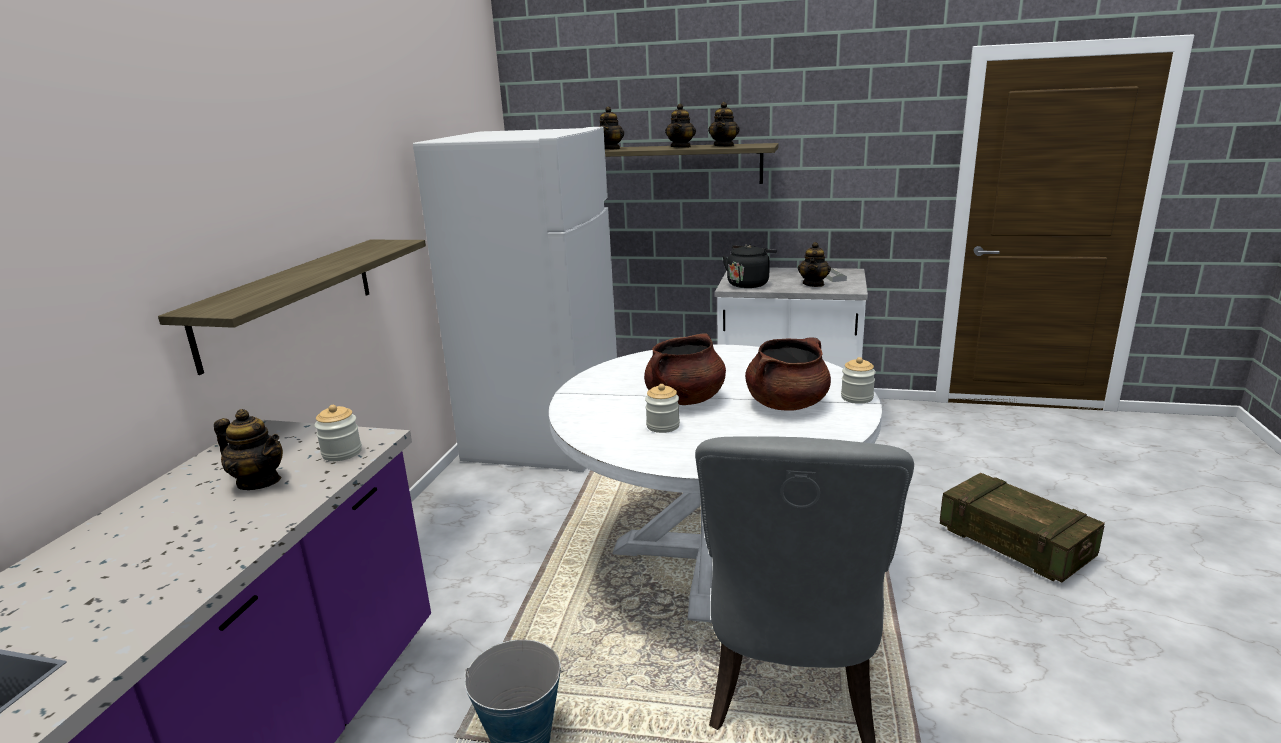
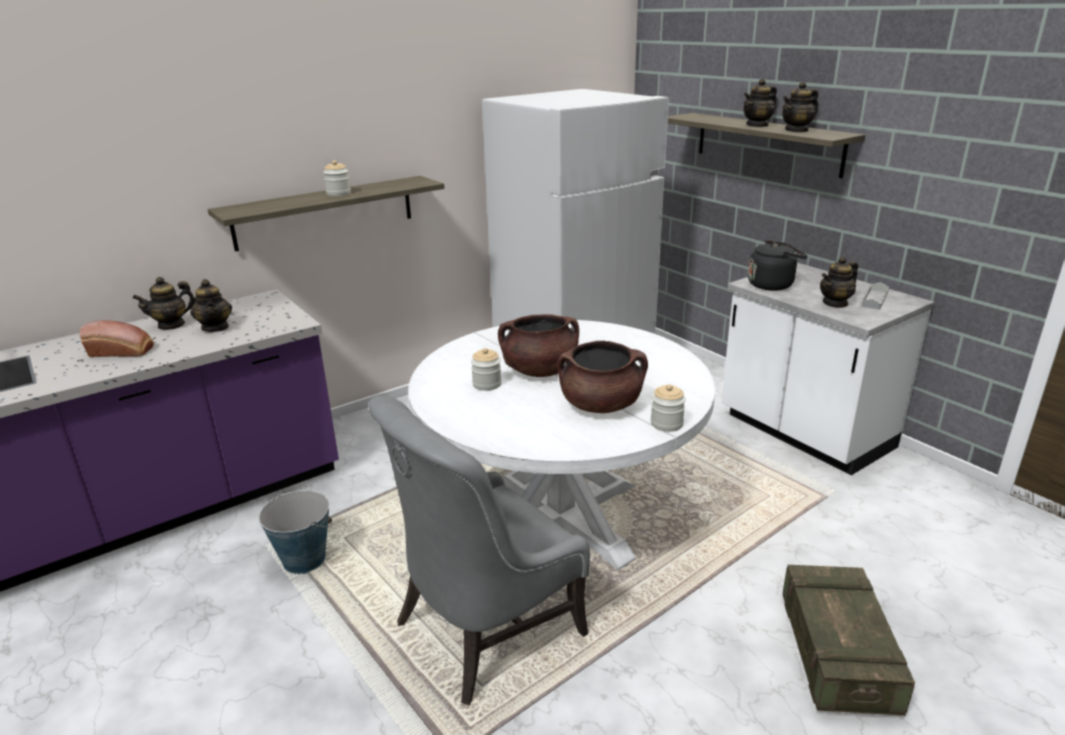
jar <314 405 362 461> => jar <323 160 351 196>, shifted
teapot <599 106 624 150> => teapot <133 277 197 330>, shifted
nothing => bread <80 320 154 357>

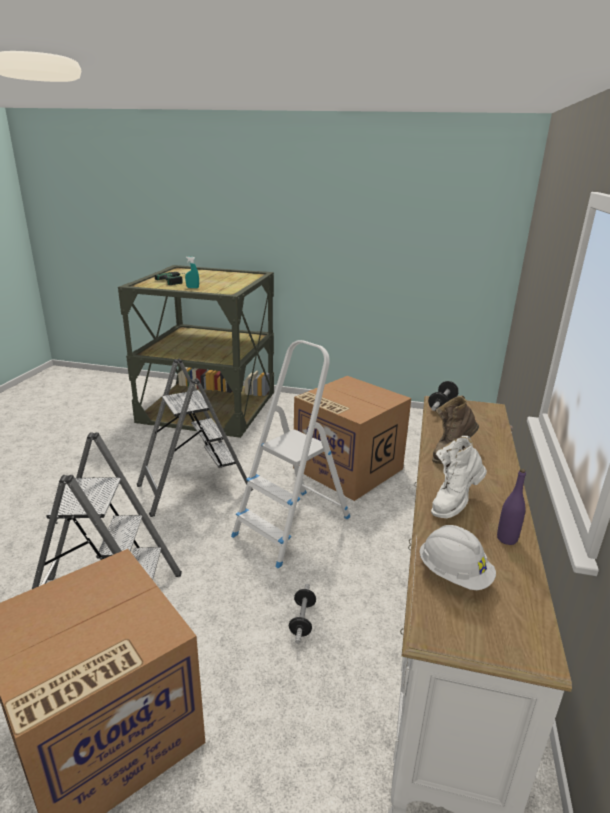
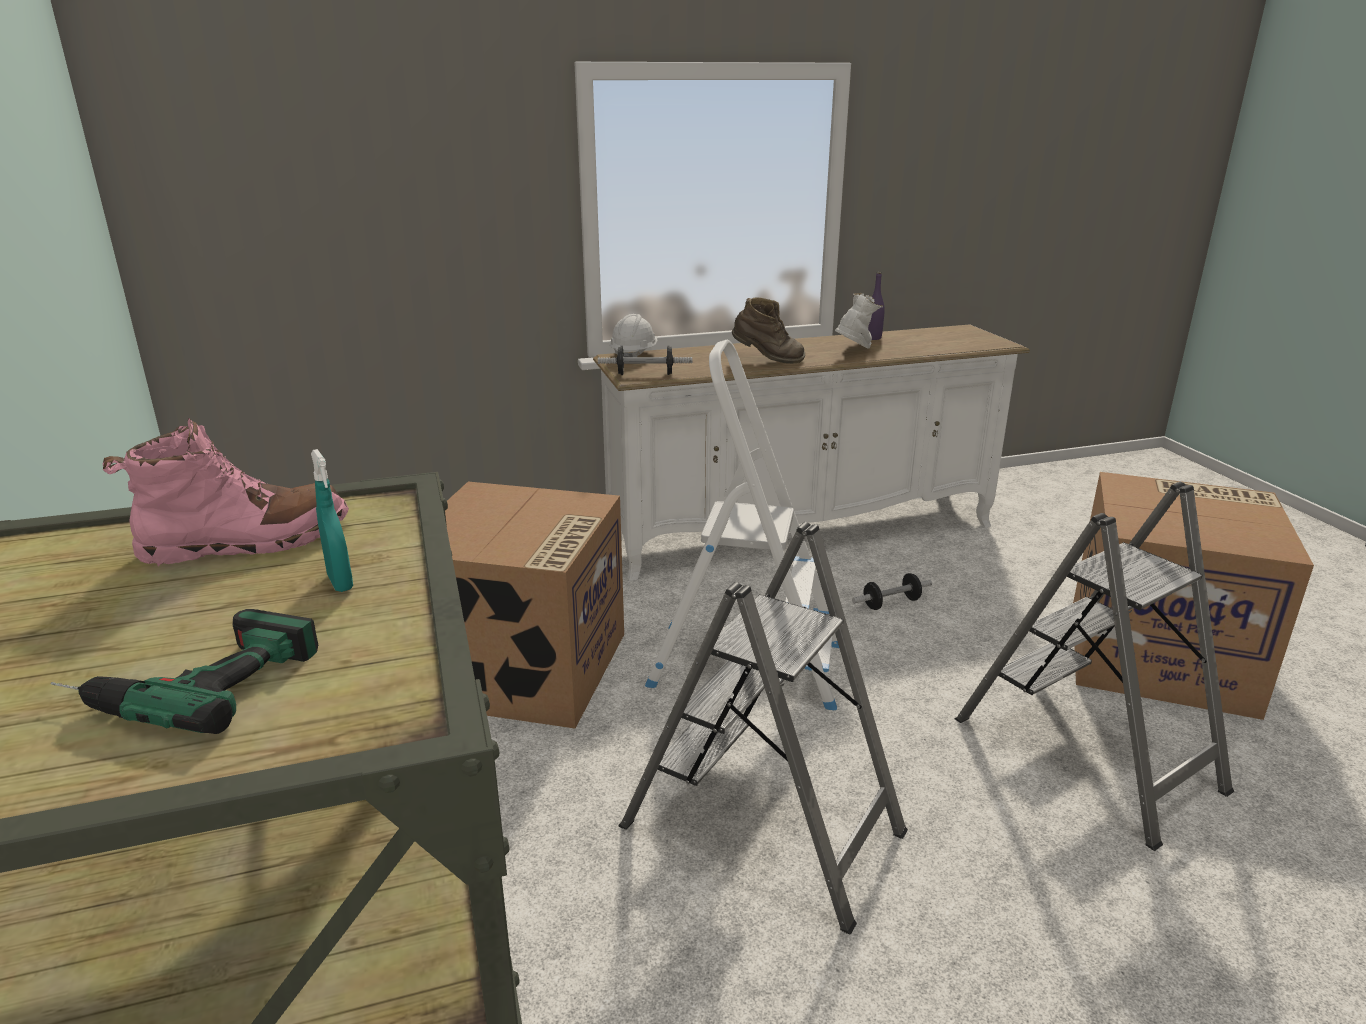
white hard hat <420 525 496 590> => white hard hat <610 314 657 357>, shifted
white boot <431 436 487 518> => white boot <835 293 883 349>, 75 degrees counterclockwise
nothing => pink boot <103 418 349 566>

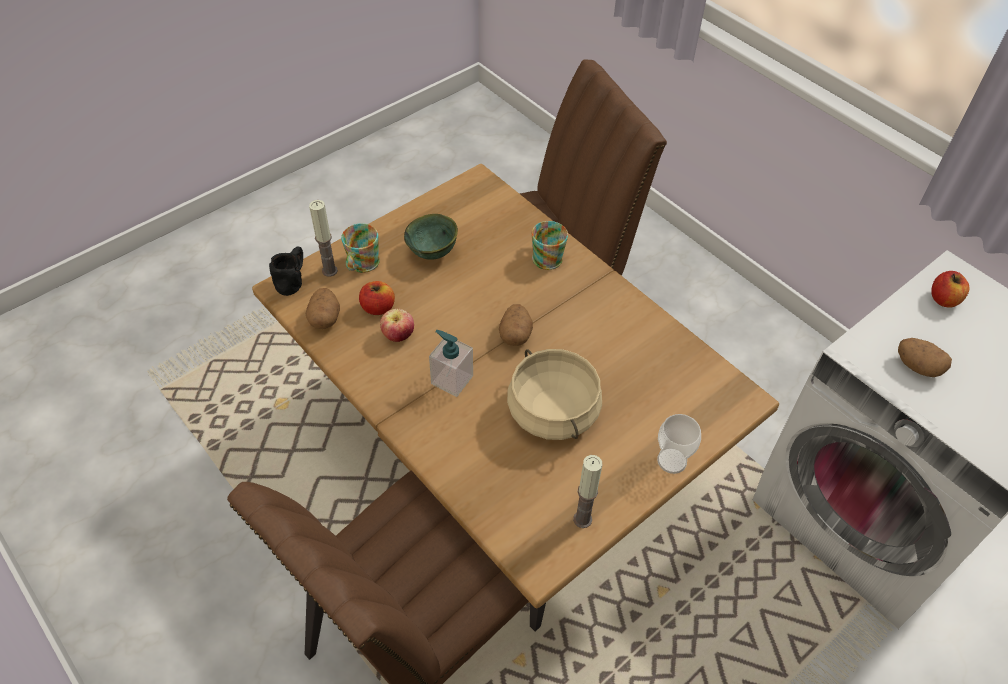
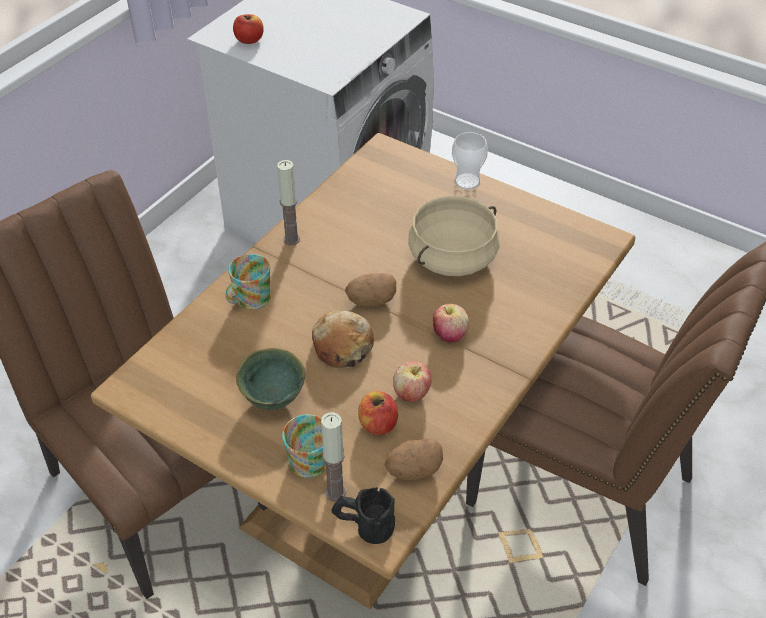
soap dispenser <429 330 473 397> => apple <433 304 469 342>
candle <573 455 603 528> => candle <277 160 300 245>, shifted
potato <898 338 952 377> => nothing
nothing => bread <312 311 374 368>

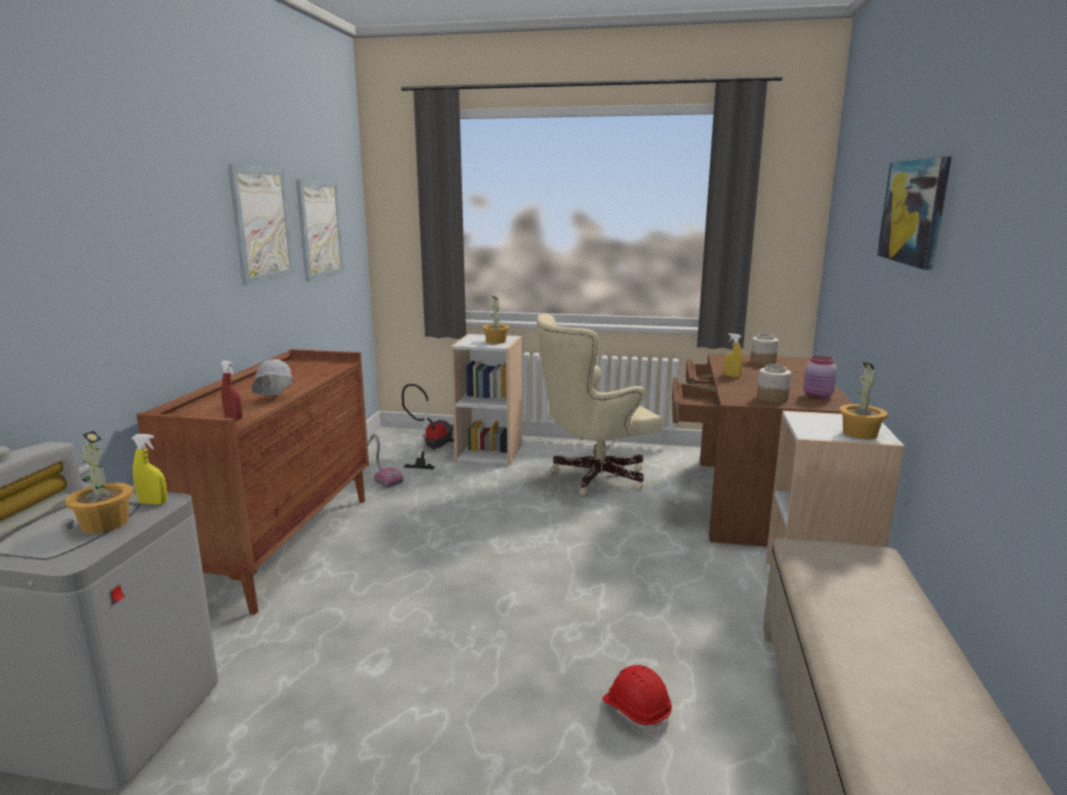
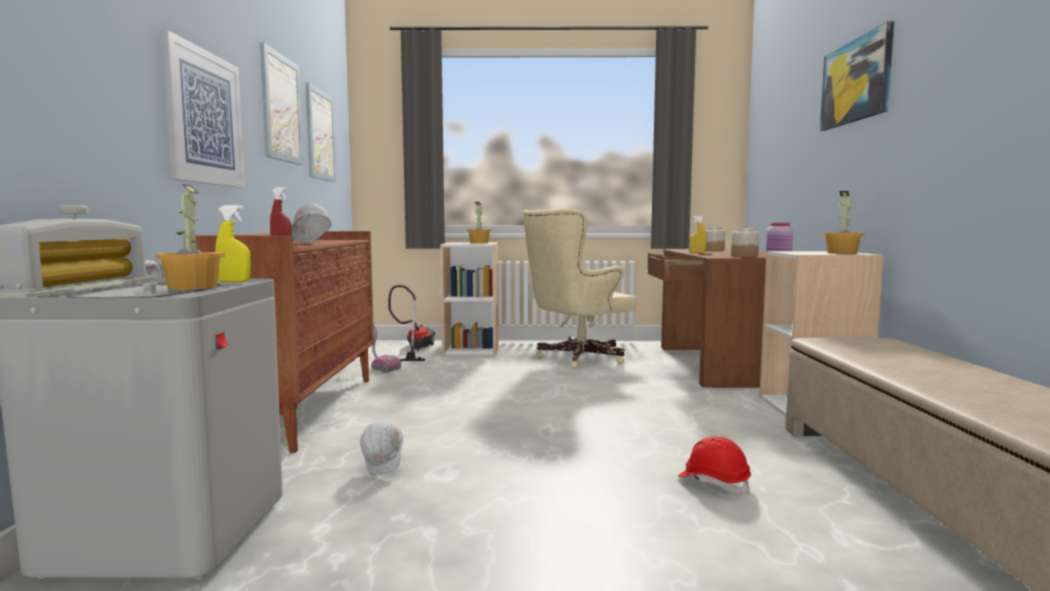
nothing => picture <161 30 245 188>
nothing => white hard hat <360 421 403 476>

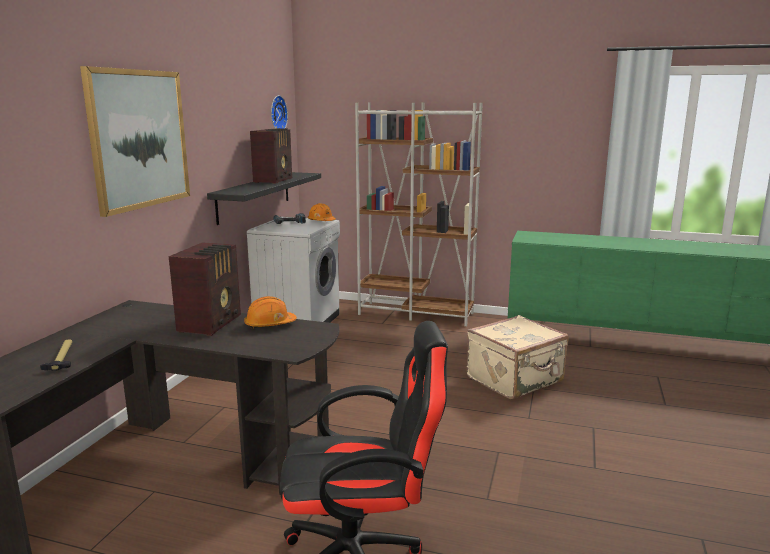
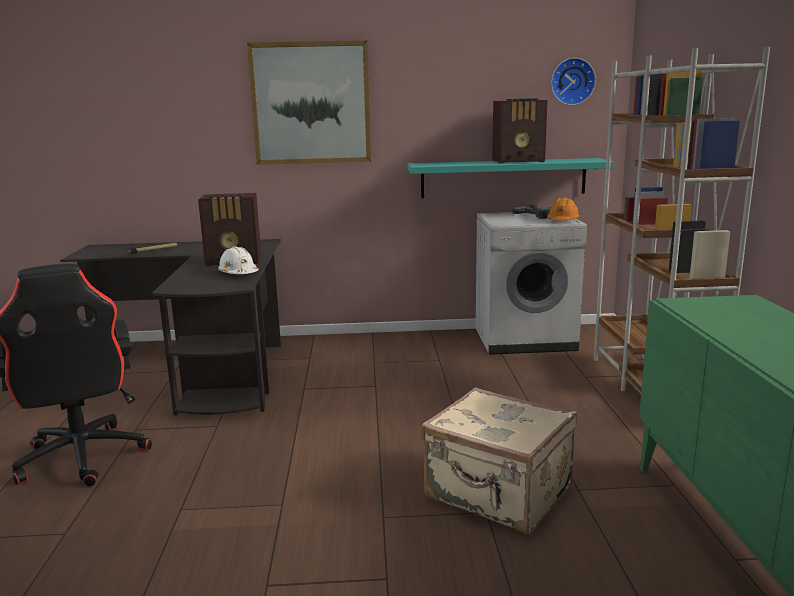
black shelf <207 172 321 225> => turquoise shelf <408 158 615 198>
orange hard hat <244 296 297 329> => white hard hat <218 247 259 274>

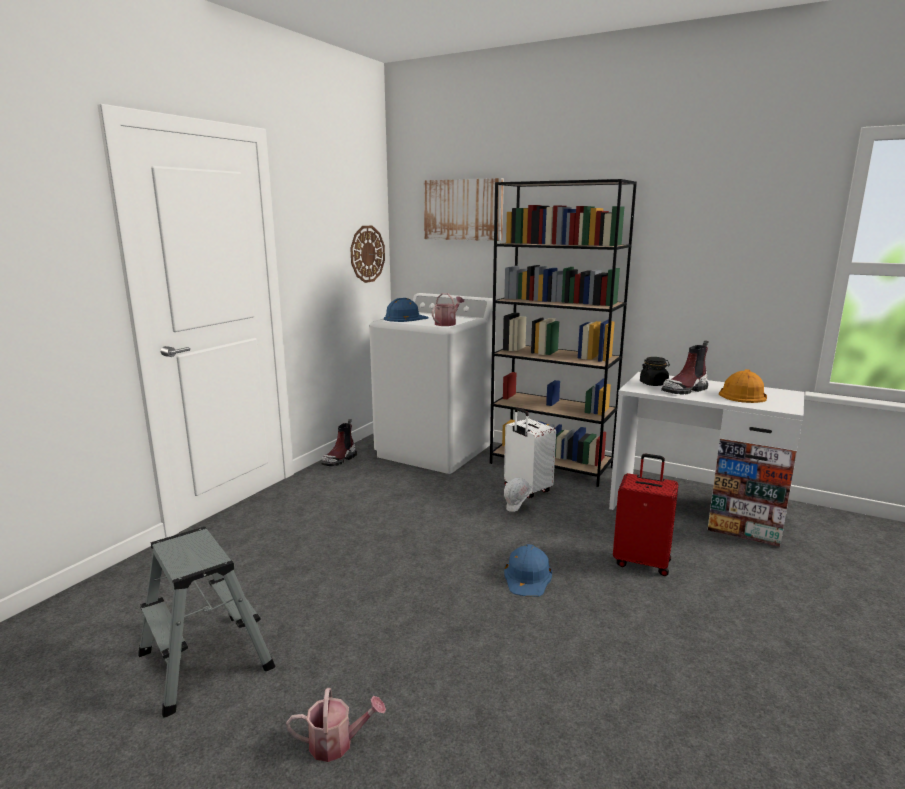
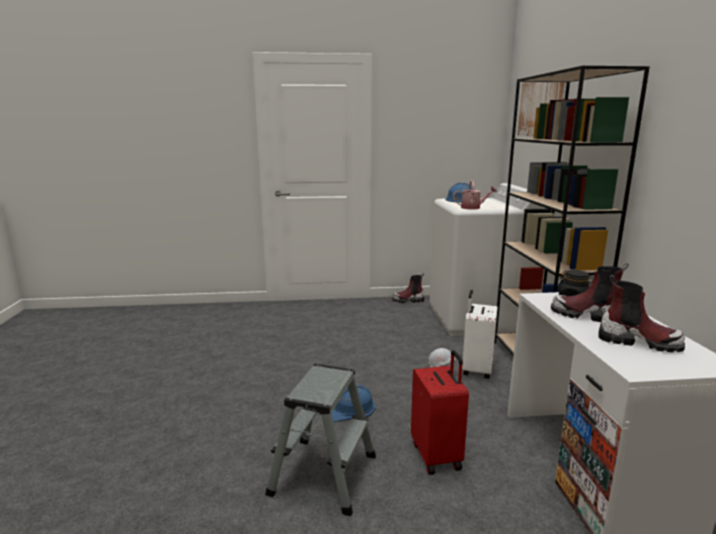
grey step ladder <138 526 275 718> => grey step ladder <265 363 376 516>, shifted
watering can <286 688 386 762> => nothing
wall clock <350 226 385 283> => nothing
orange hard hat <719 369 767 403> => boot <598 275 685 352>

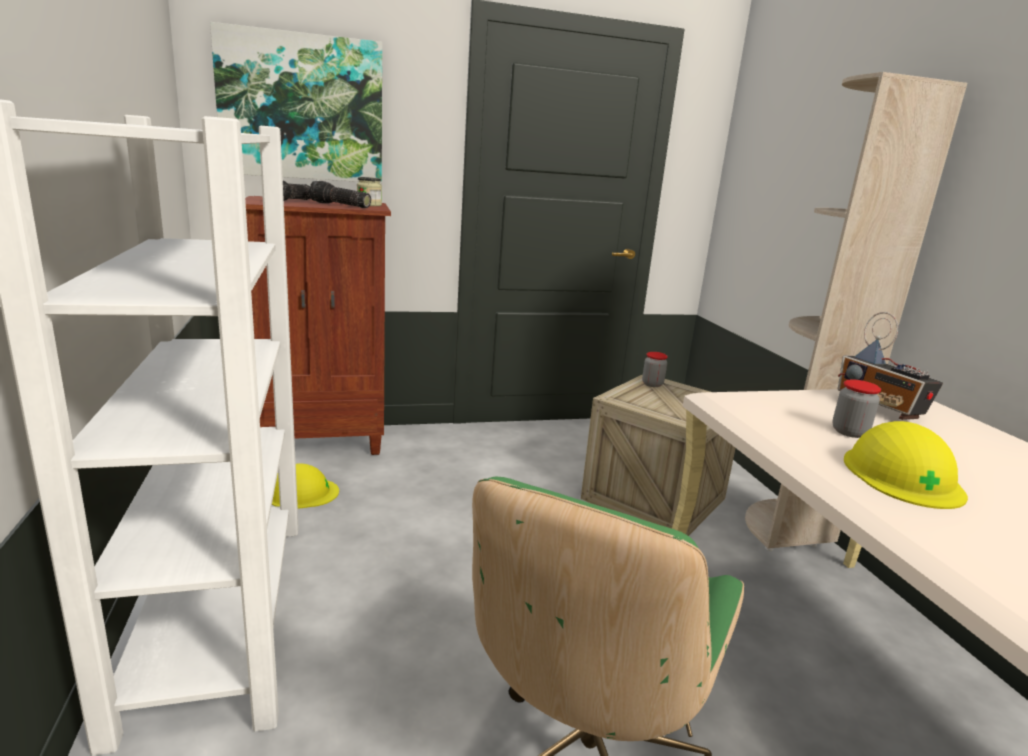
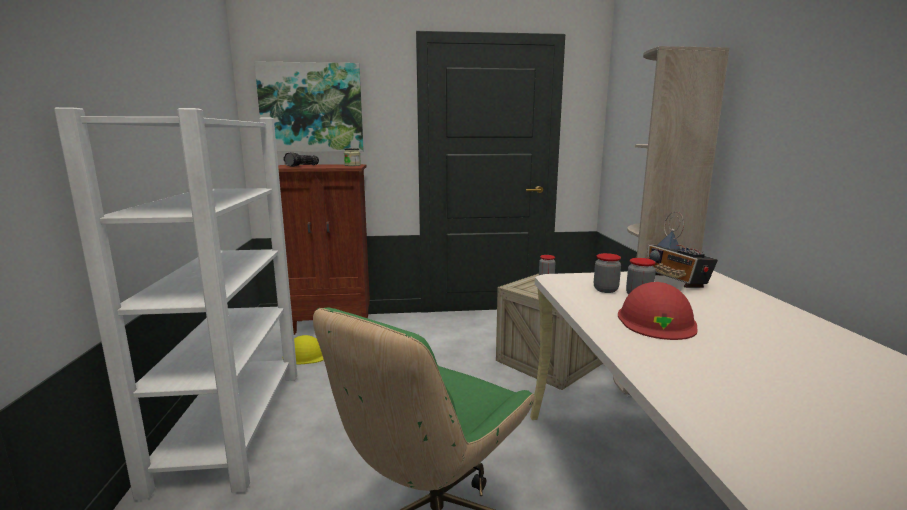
flashlight <309 181 371 208> => nothing
yellow hard hat <844 421 968 509> => red hard hat <618 282 698 340>
nothing => jar <594 253 621 293>

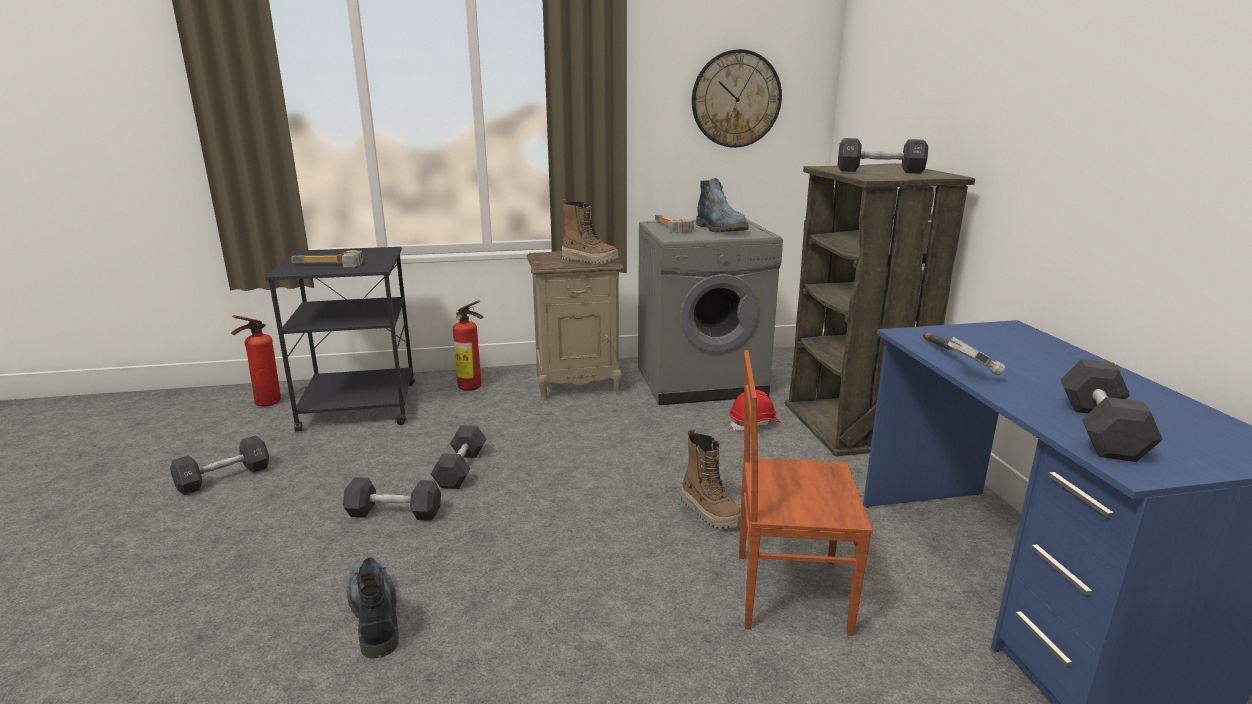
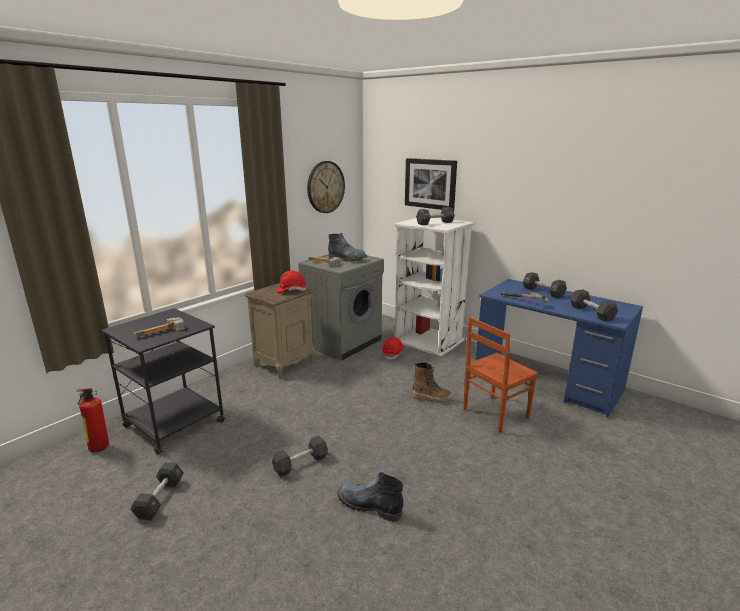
black dumbbell <431 425 486 489> => black dumbbell <523 272 567 298>, shifted
fire extinguisher <453 300 483 391> => nothing
boot <562 199 618 264> => red hard hat <276 270 306 293>
brown bookcase <785 163 975 457> => white bookcase <394 218 474 357>
nothing => picture <405 158 457 211>

